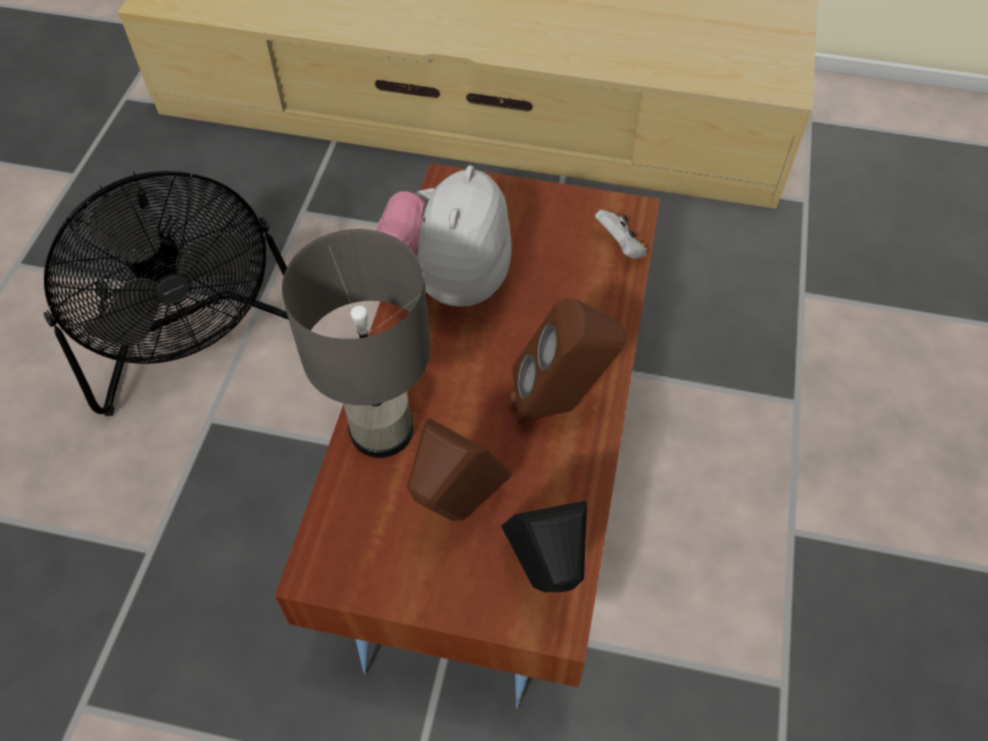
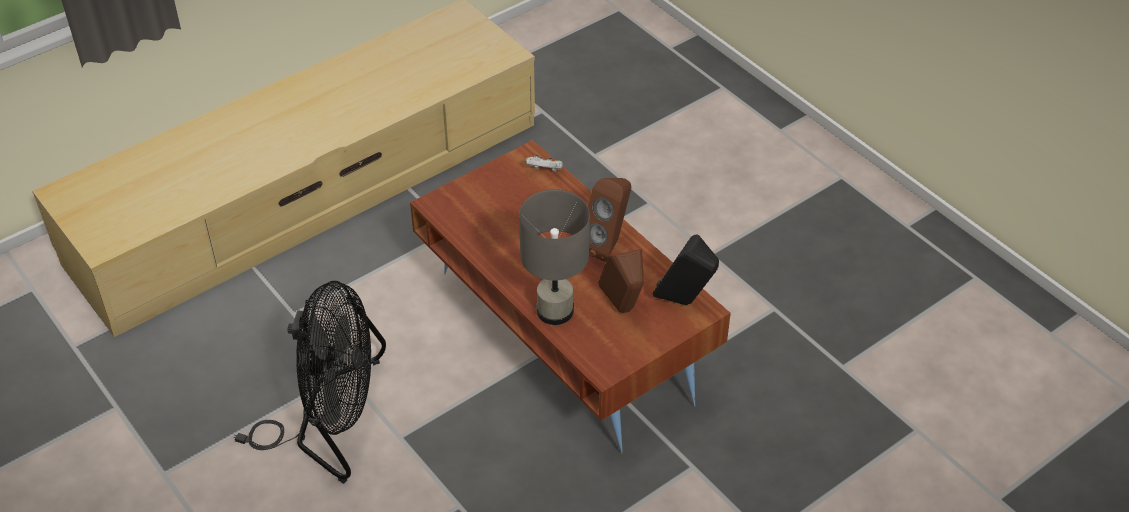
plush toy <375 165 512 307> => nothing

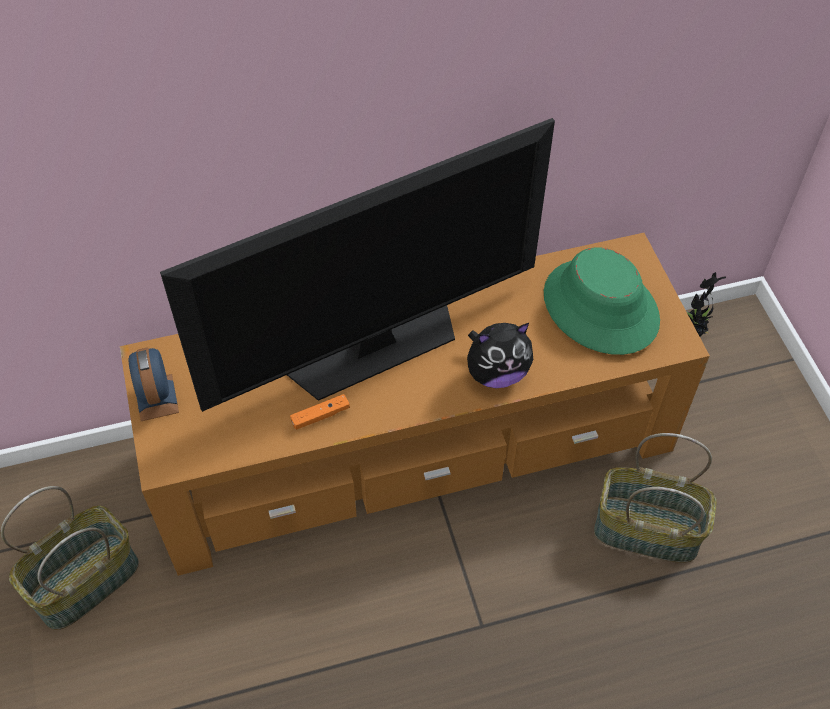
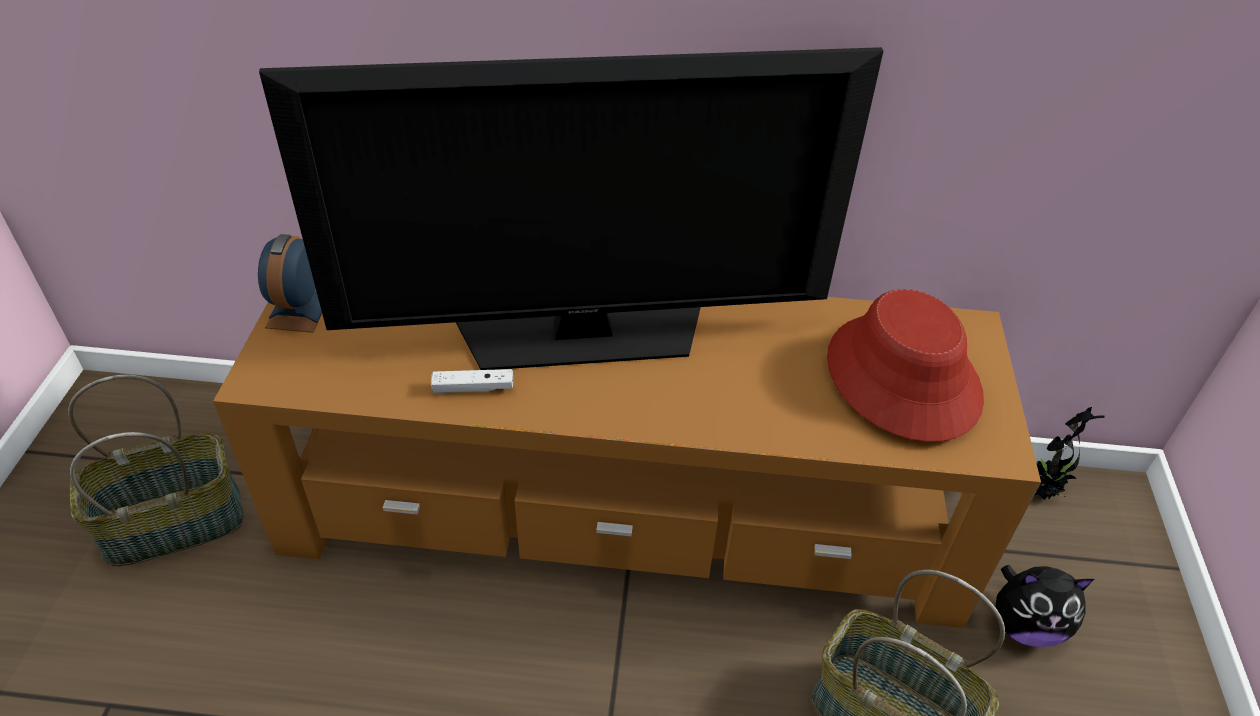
orange game controller <290 394 350 430> => white game controller <431 369 513 393>
plush toy <467 323 533 388> => plush toy <995 565 1094 647>, shifted
green hat <544 248 660 355> => red hat <827 289 984 442>

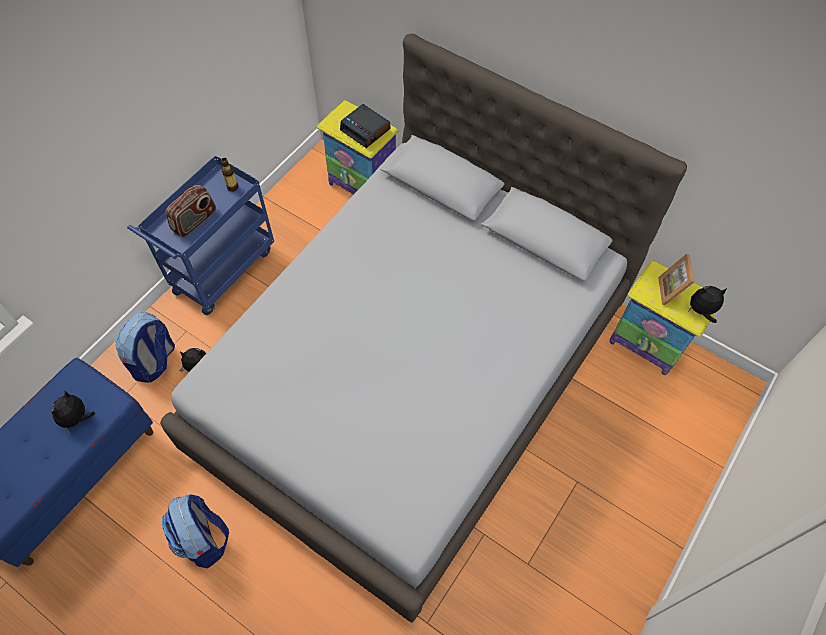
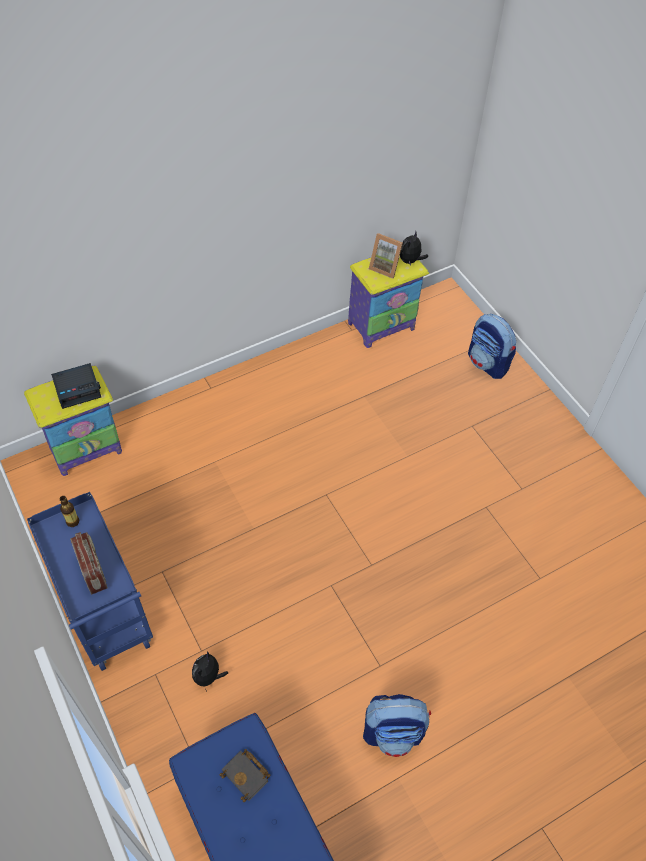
plush toy <51 390 95 433> => black book <219 749 270 802>
backpack <115 312 175 383> => backpack <468 314 516 379>, shifted
grey bed <160 33 687 623> => nothing

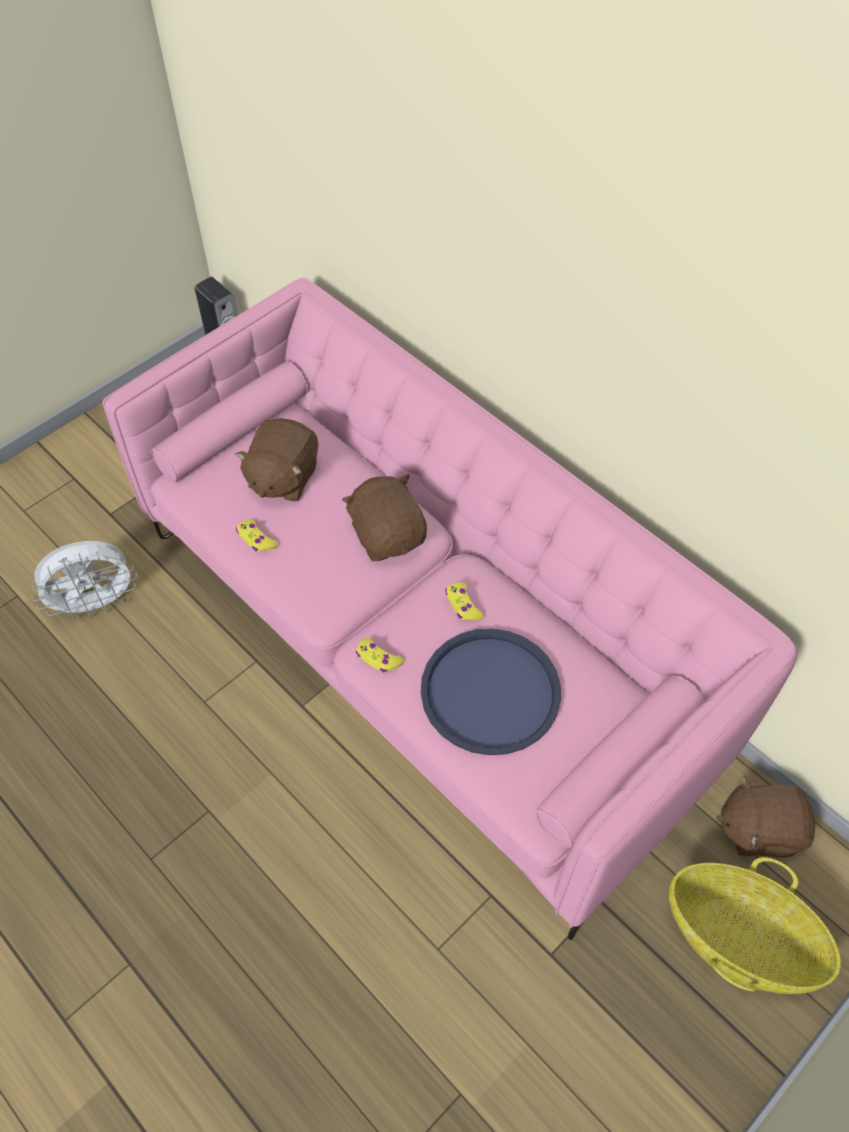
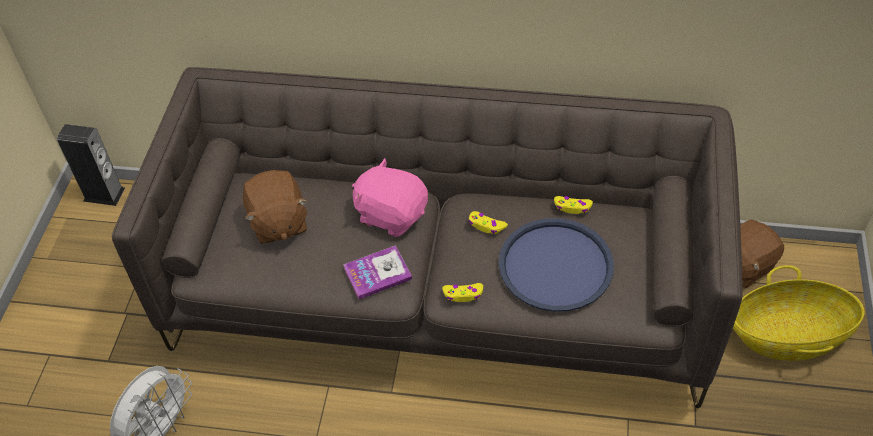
pink sofa <102 278 798 940> => grey sofa <112 67 743 408>
yellow game controller <236 519 278 552> => yellow game controller <554 196 593 214>, shifted
brown plush toy <342 474 427 561> => pink plush toy <352 158 428 237>
nothing => book <343 245 412 299>

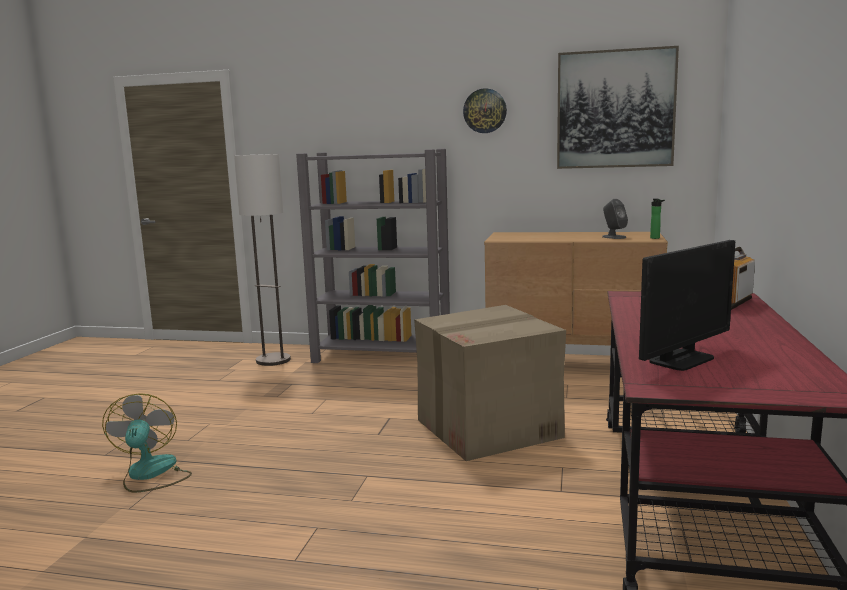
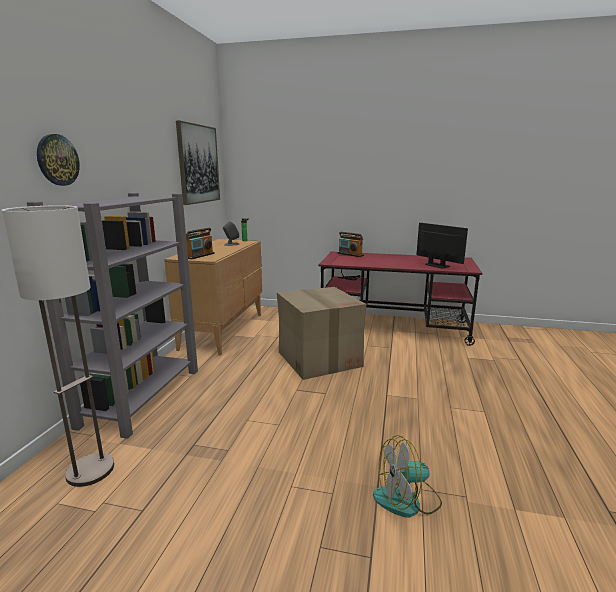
wall clock <463 88 507 133> => wall clock <37 134 80 186>, shifted
nothing => radio <186 228 215 259>

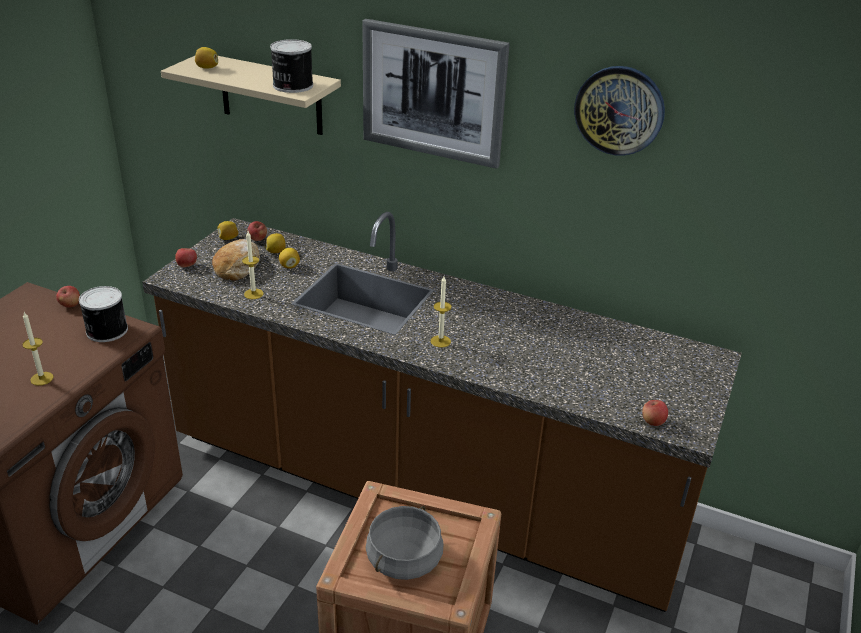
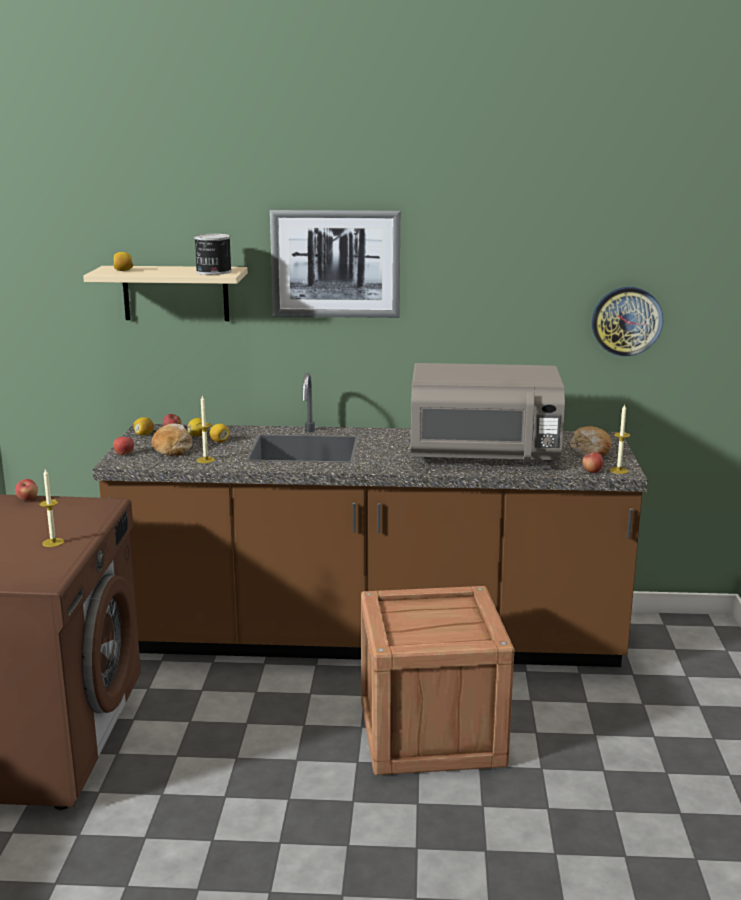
can <79 286 128 342> => nothing
grey cooking pot <366 506 444 580> => nothing
candle <431 277 451 348> => candle <610 404 630 474>, shifted
wall clock <574 66 665 155> => wall clock <592 287 663 356>, shifted
nothing => grey microwave <411 363 565 462>
nothing => bread <570 426 611 457>

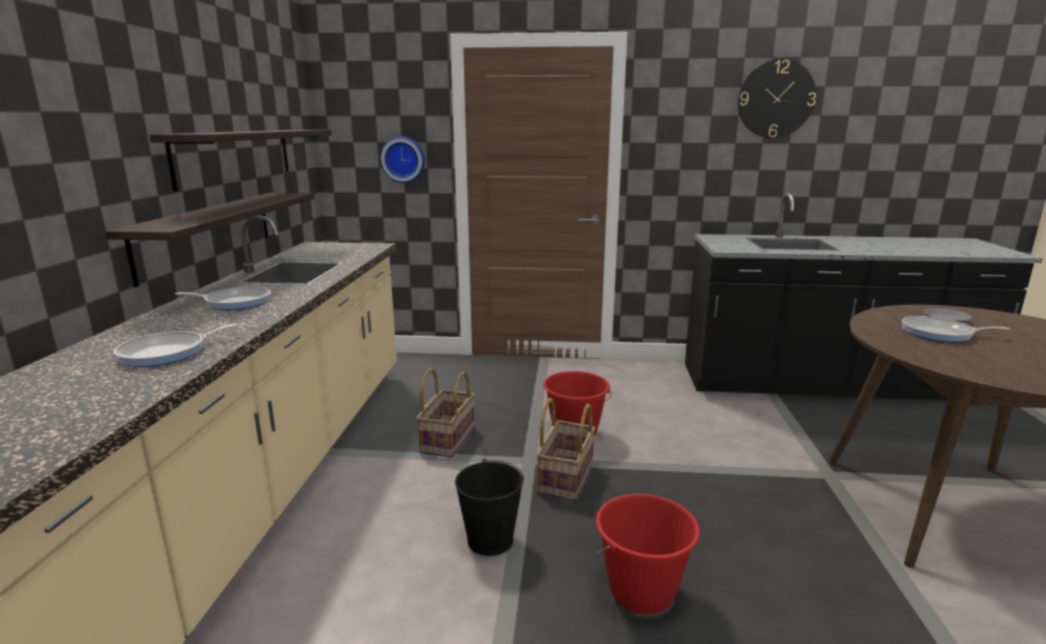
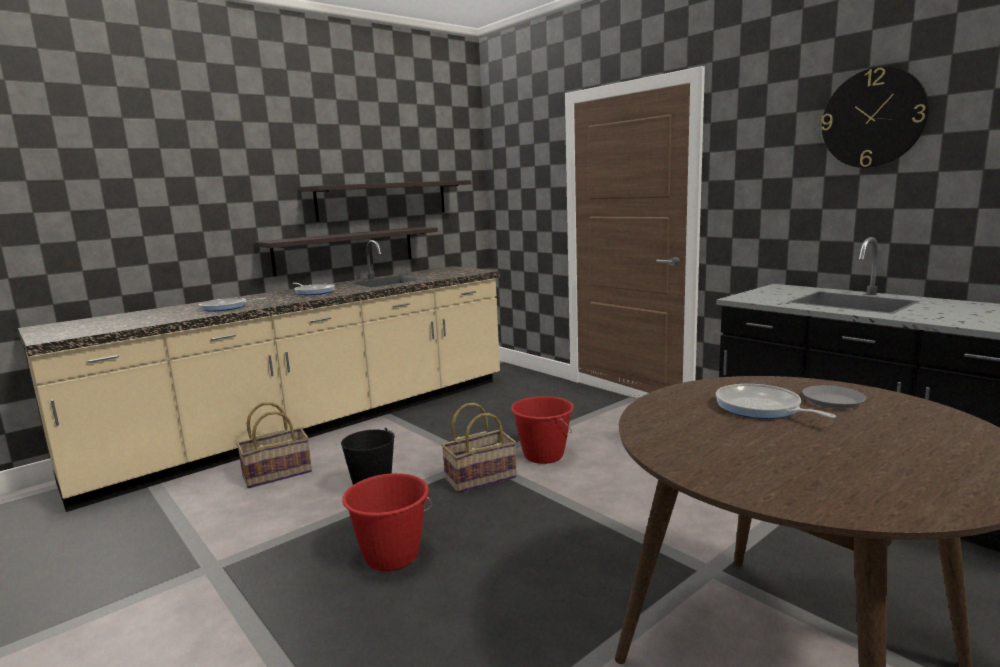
wall clock <380 136 425 183> => nothing
basket <416 368 475 458> => basket <236 402 312 488>, shifted

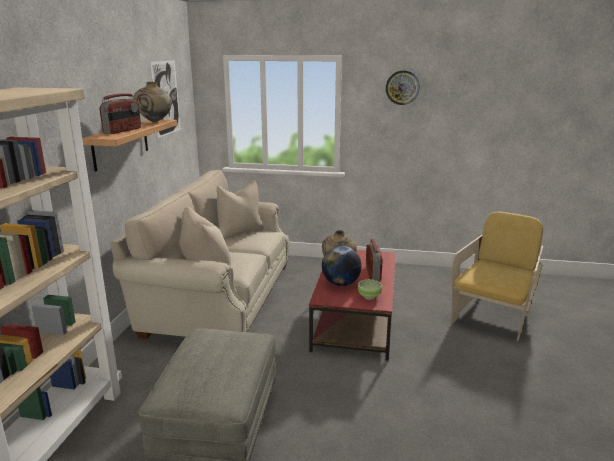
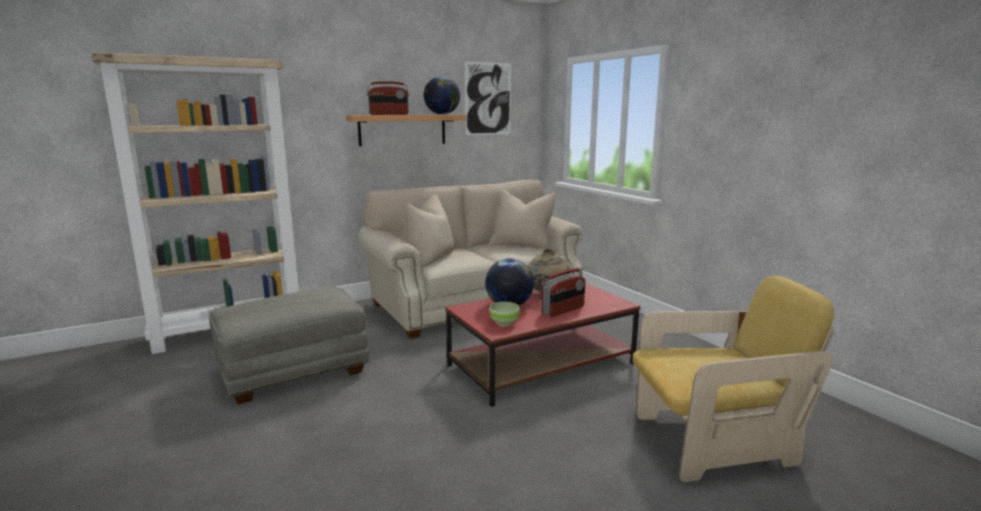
beige vase <133 82 172 122> => globe <424 76 460 115>
wall clock <386 70 420 105> => nothing

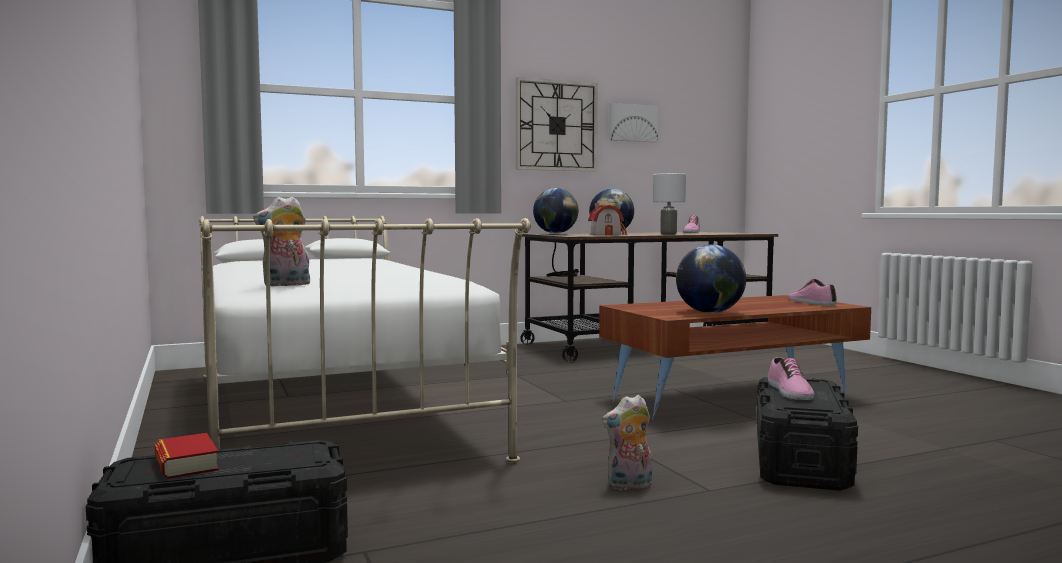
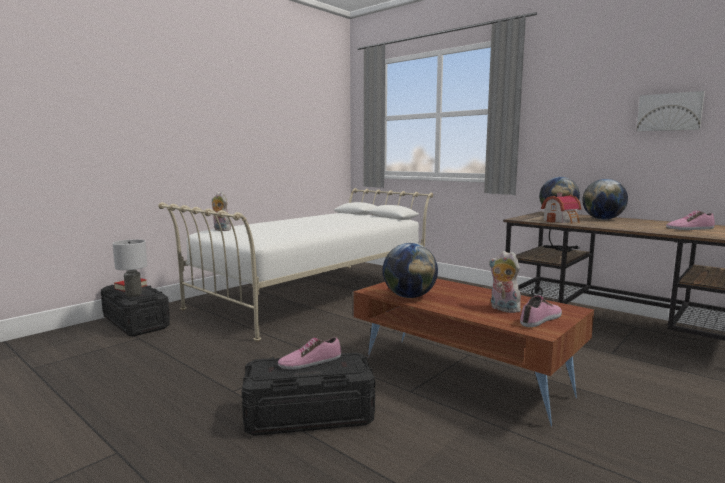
wall clock <516 77 598 172> => nothing
plush toy <602 395 652 490> => plush toy <489 251 521 313>, shifted
white table lamp <653 173 686 235> => white table lamp <113 239 147 297>, shifted

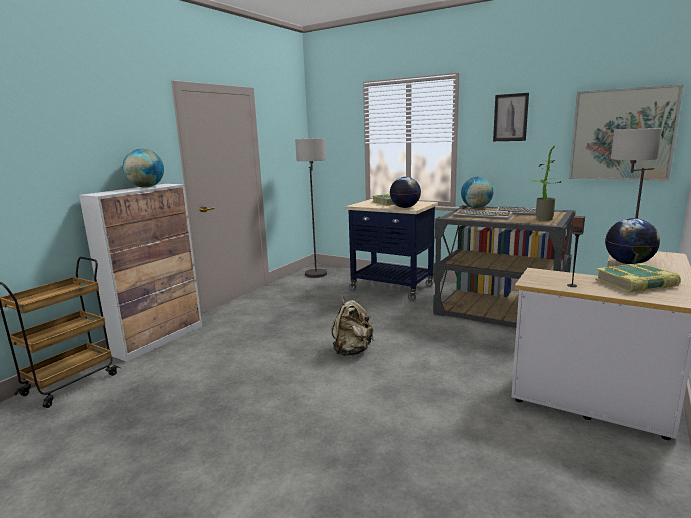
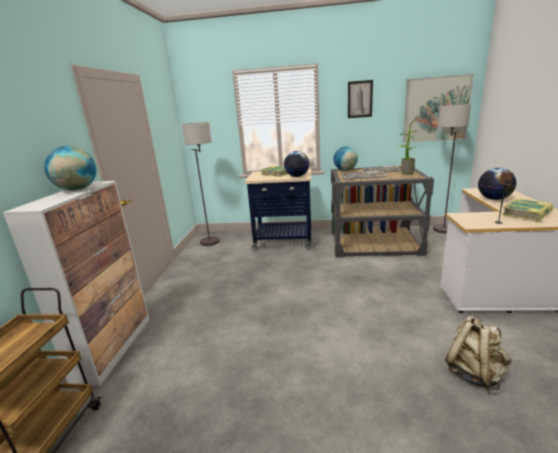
beige backpack <331 296 374 356> => beige backpack <445 316 511 390>, shifted

